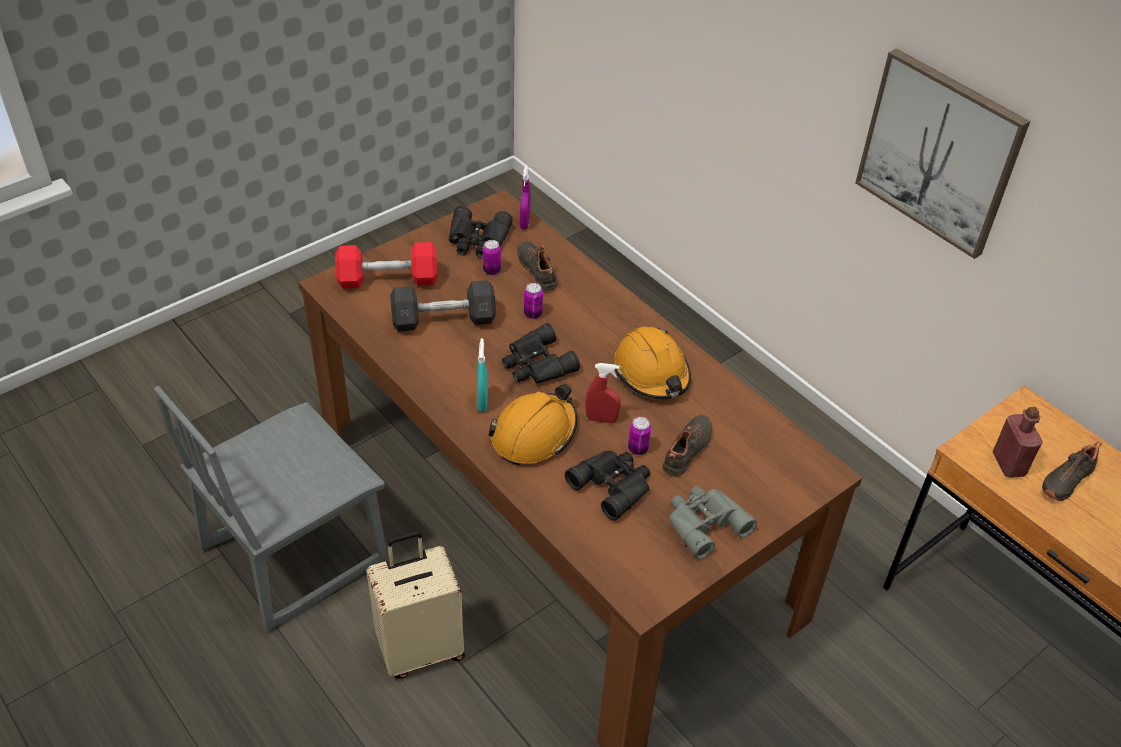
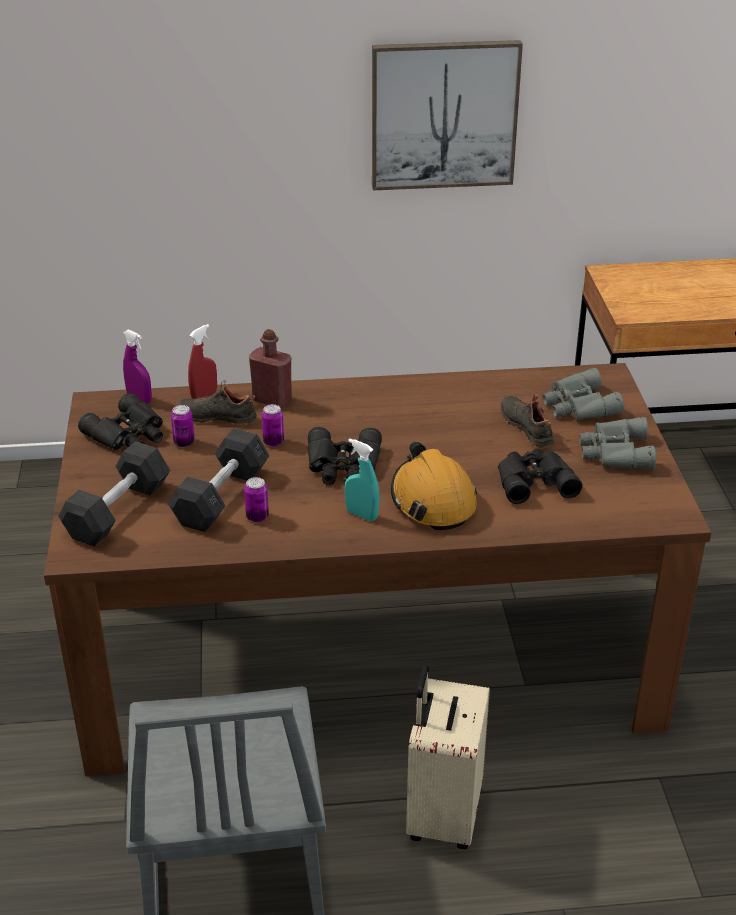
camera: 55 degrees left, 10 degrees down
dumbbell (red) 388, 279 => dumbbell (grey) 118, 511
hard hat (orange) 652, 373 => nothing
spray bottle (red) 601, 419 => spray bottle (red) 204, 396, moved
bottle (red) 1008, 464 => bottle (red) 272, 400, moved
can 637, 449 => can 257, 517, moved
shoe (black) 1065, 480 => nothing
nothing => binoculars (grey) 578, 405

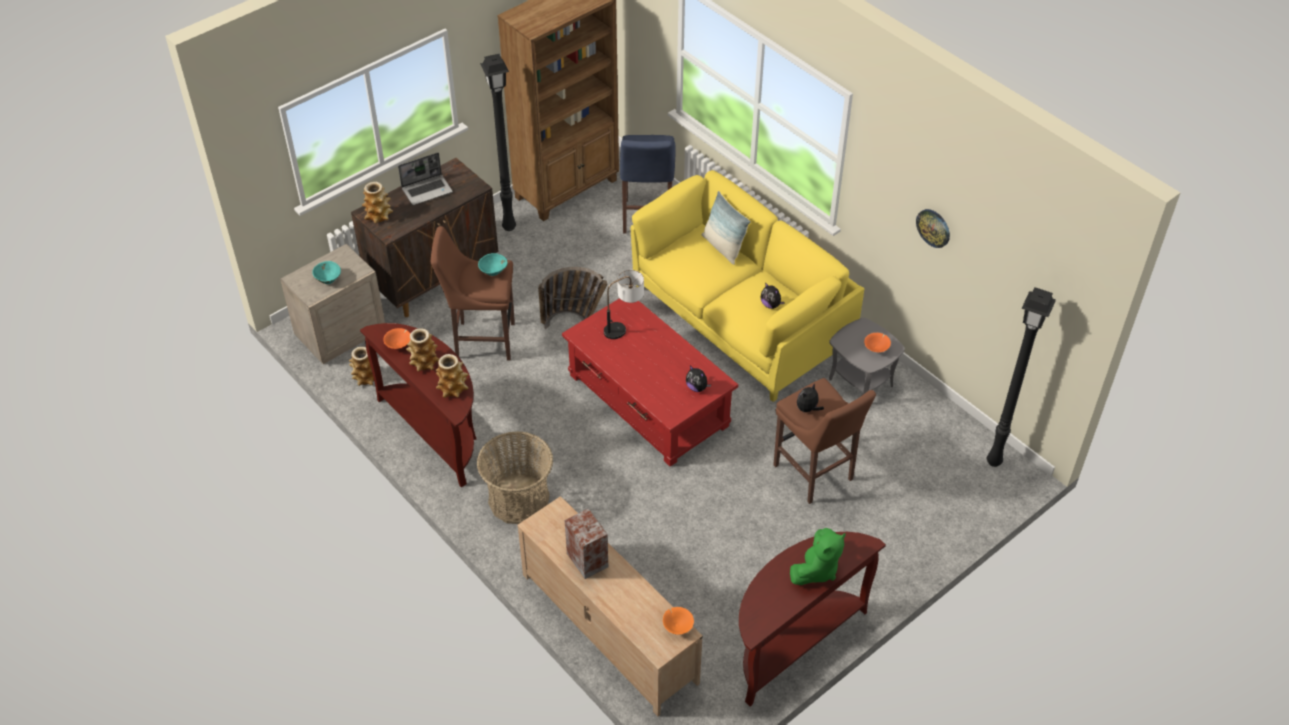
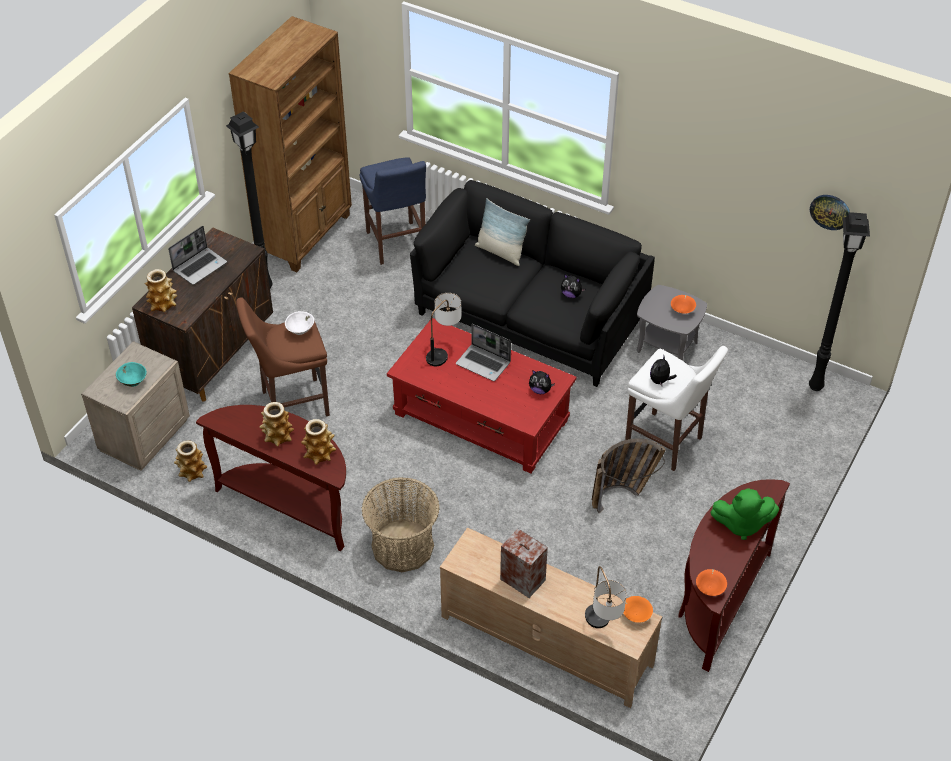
camera: 20 degrees left, 0 degrees up
sofa (yellow) 740, 318 => sofa (black) 530, 317
wall clock 933, 228 => wall clock 830, 211, moved
bowl (turquoise) 493, 272 => bowl (white) 300, 330
basket 574, 320 => basket 623, 495, moved
bowl (orange) 399, 344 => bowl (orange) 710, 588, moved
stool (brown) 815, 475 => stool (white) 666, 443
plush toy (green) 816, 570 => plush toy (green) 741, 524, 75 degrees clockwise
nothing => laptop 484, 363
nothing => table lamp 601, 627

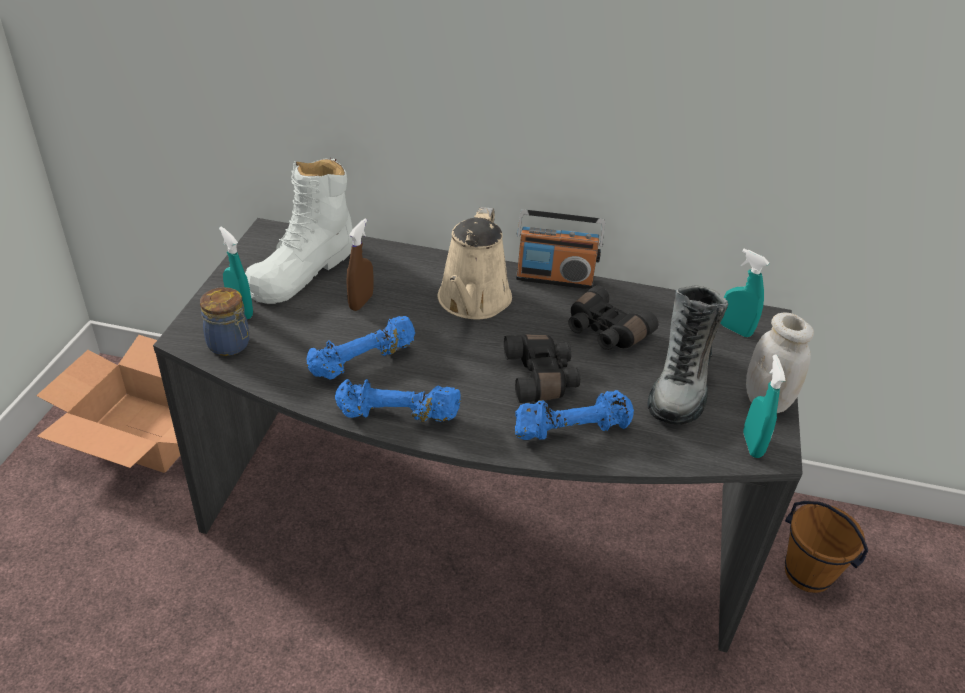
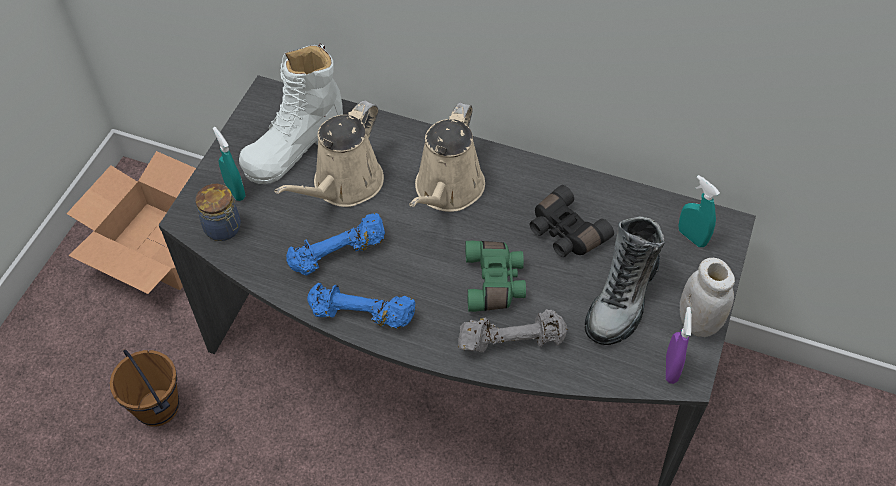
camera: 10 degrees right, 15 degrees up
radio 554, 278 => nothing
spray bottle (brown) 361, 302 => watering can (beige) 344, 185
binoculars (black) 541, 378 => binoculars (green) 495, 282
spray bottle (turquoise) 752, 445 => spray bottle (purple) 671, 368
dumbbell (blue) 571, 429 => dumbbell (grey) 510, 340
bucket (brown) 808, 573 => bucket (brown) 158, 407, moved

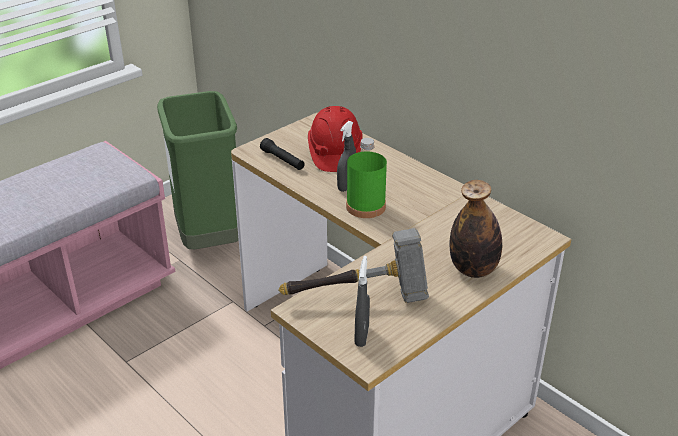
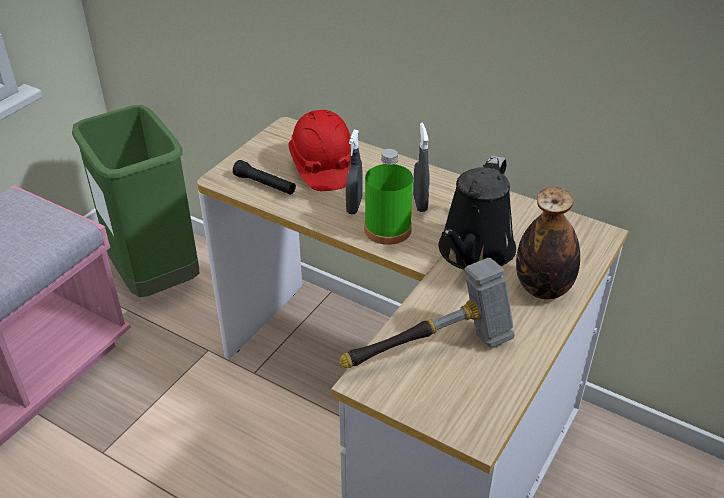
camera: 15 degrees left, 5 degrees up
spray bottle (grey) 361, 336 => spray bottle (grey) 420, 203, moved
nothing => watering can (black) 474, 253

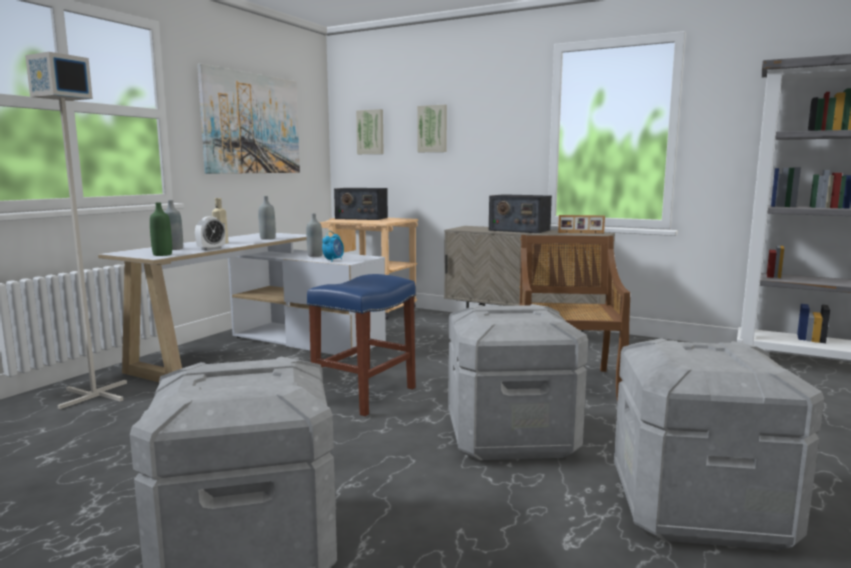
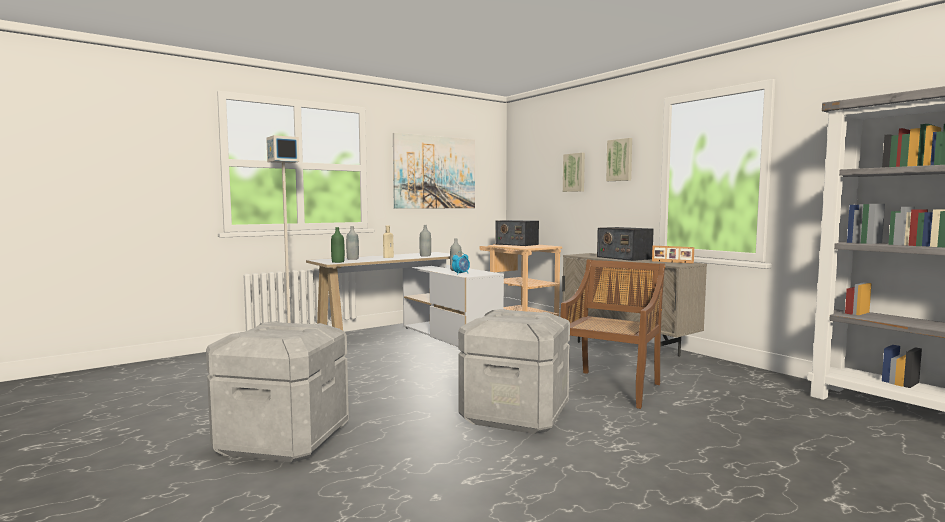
camera: 25 degrees right, 5 degrees down
picture 371, 132 => picture 620, 160, moved
alarm clock 211, 249 => nothing
stool (blue) 365, 395 => nothing
storage box (grey) 699, 508 => nothing

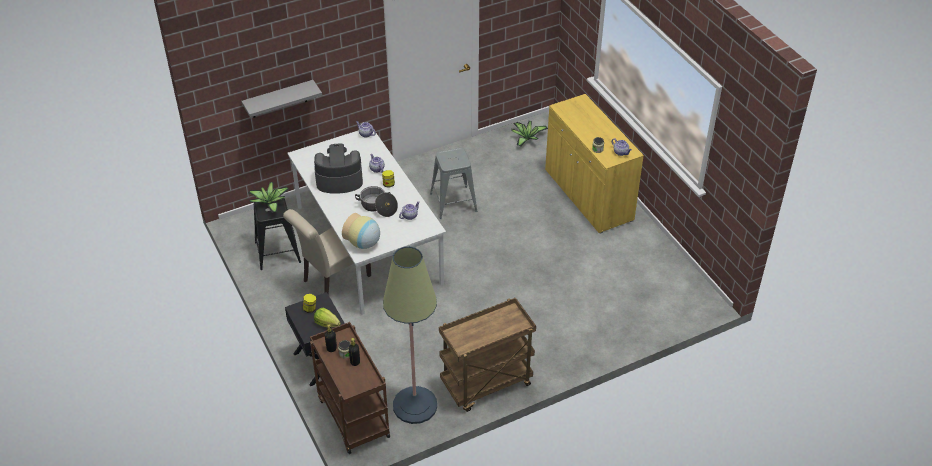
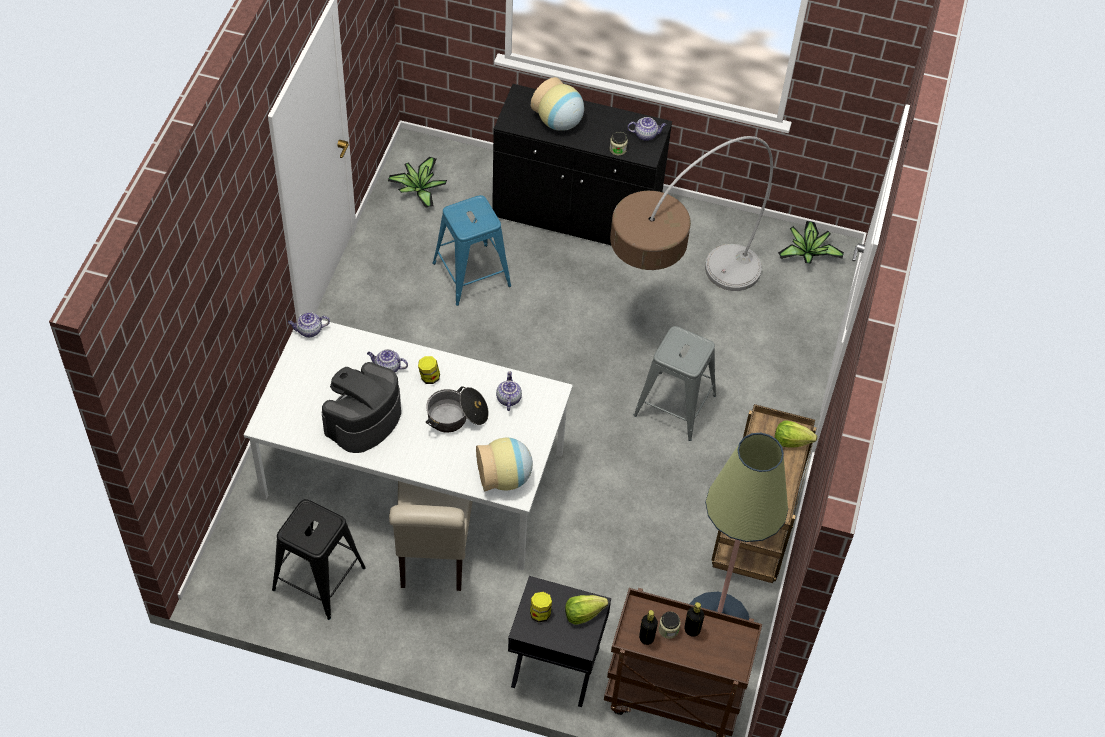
camera: 50 degrees left, 10 degrees up
shelf (grey) 279, 99 => nothing
cabinet (yellow) 588, 195 => cabinet (black) 576, 214
stool (grey) 453, 202 => stool (grey) 675, 406, moved
potted plant 270, 203 => potted plant 808, 252, moved
nothing => vase 559, 122
nothing => floor lamp 676, 308
nothing => stool (blue) 471, 274
nothing => lettuce 791, 441

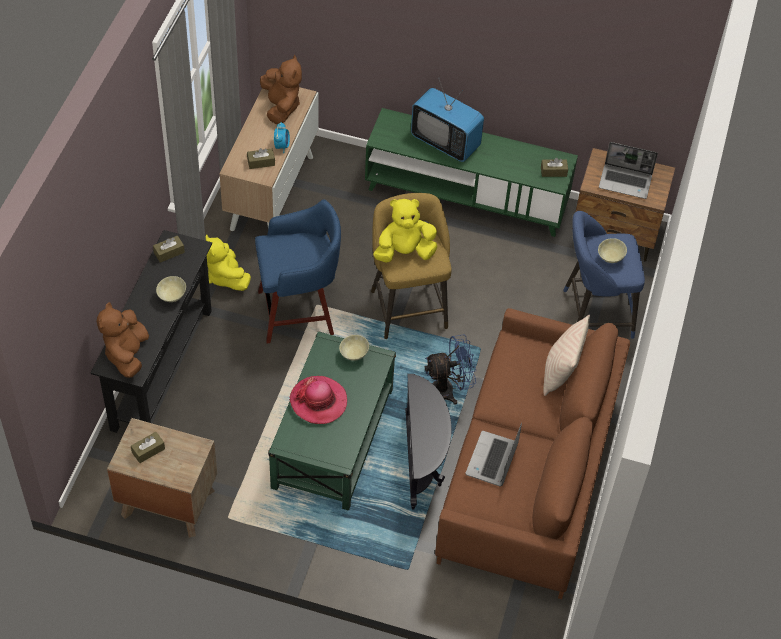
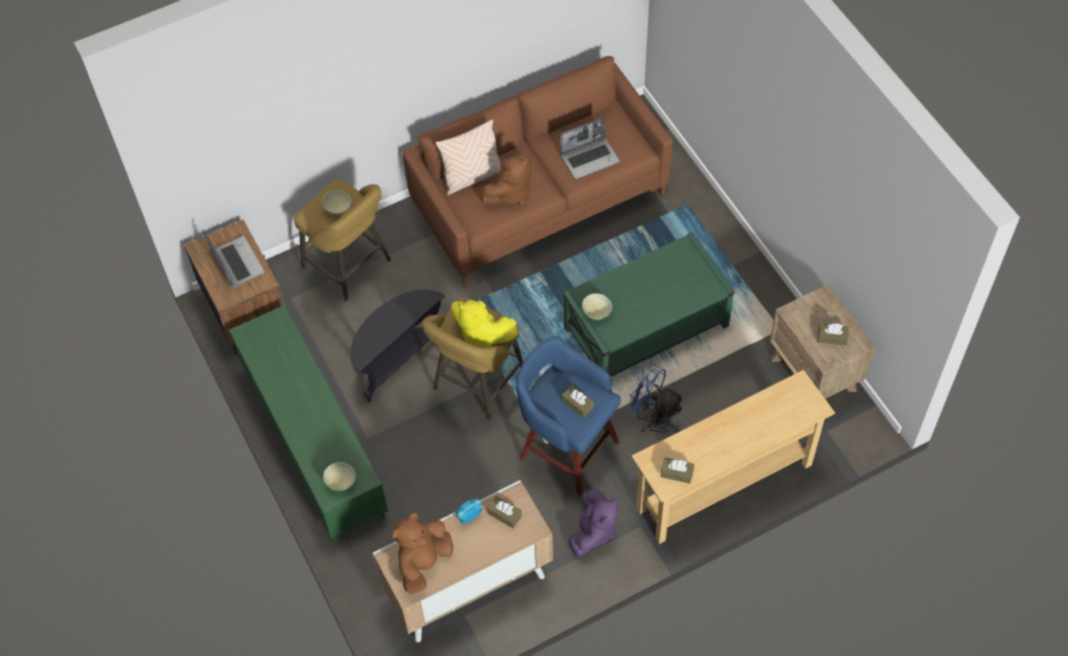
camera: 130 degrees left, 5 degrees up
television 445, 142 => nothing
tissue box (brown) 553, 171 => tissue box (brown) 577, 404, moved
stool (blue) 593, 314 => stool (yellow) 350, 267
console table (black) 161, 369 => console table (beige) 724, 487
plush toy (yellow) 225, 276 => plush toy (purple) 593, 532
bowl (beige) 171, 296 => bowl (beige) 341, 483, moved
plush toy (brown) 127, 354 => plush toy (brown) 509, 193, moved
fan (blue) 448, 390 => fan (blue) 654, 420, moved
side table (black) 423, 462 => side table (black) 397, 360, moved
hat 318, 401 => nothing

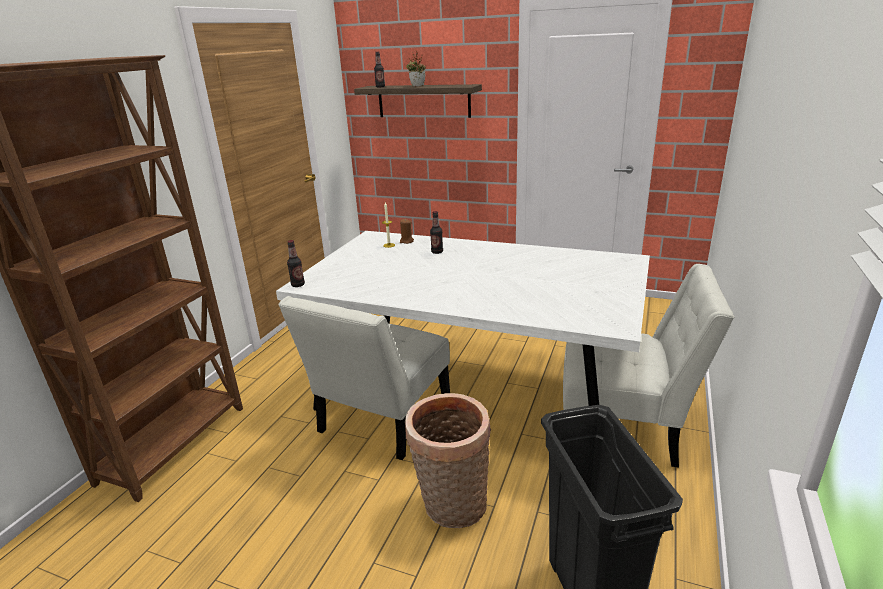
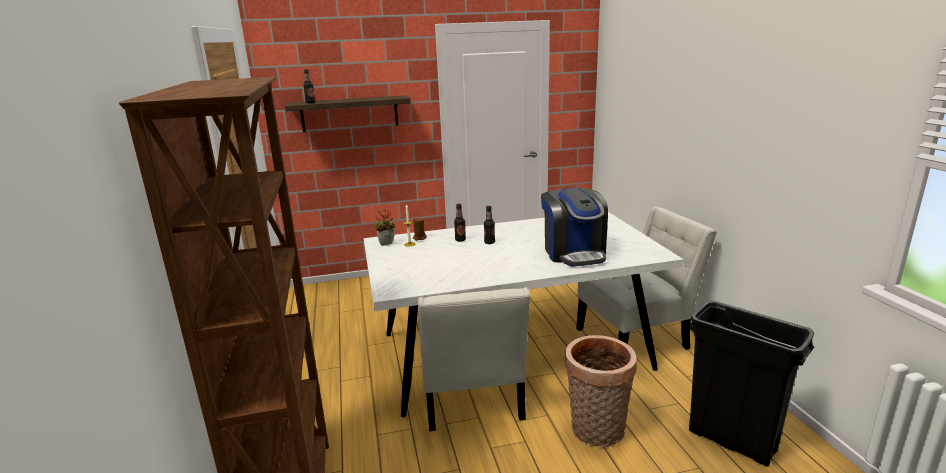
camera: 35 degrees left, 5 degrees down
potted plant 417, 86 => potted plant 386, 245, moved
bottle 298, 285 => bottle 489, 242, moved
nothing => coffee machine 574, 253

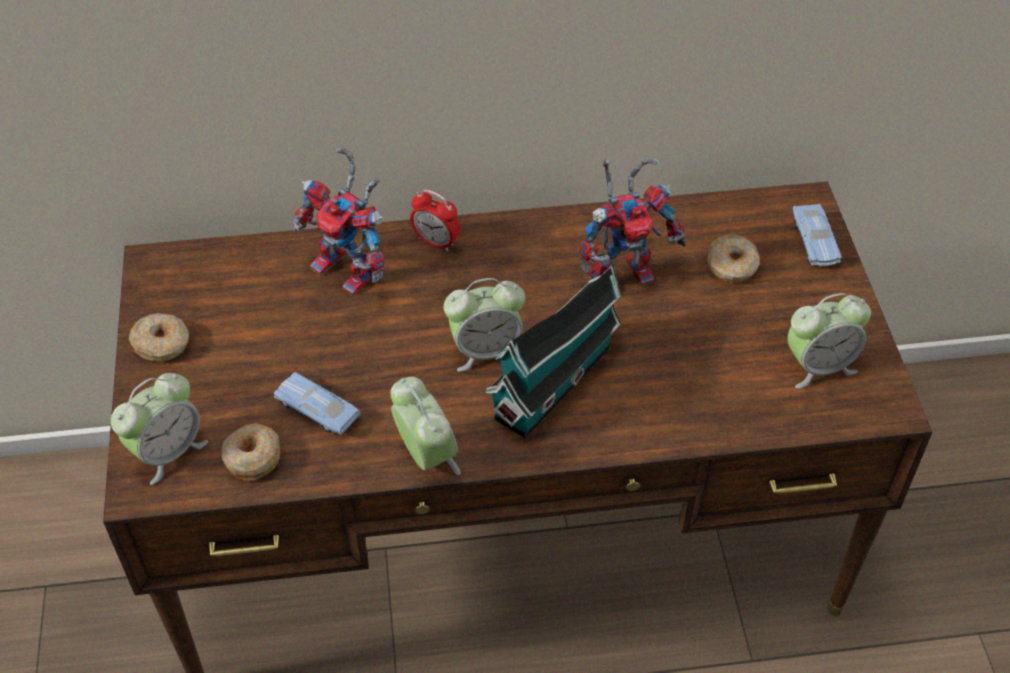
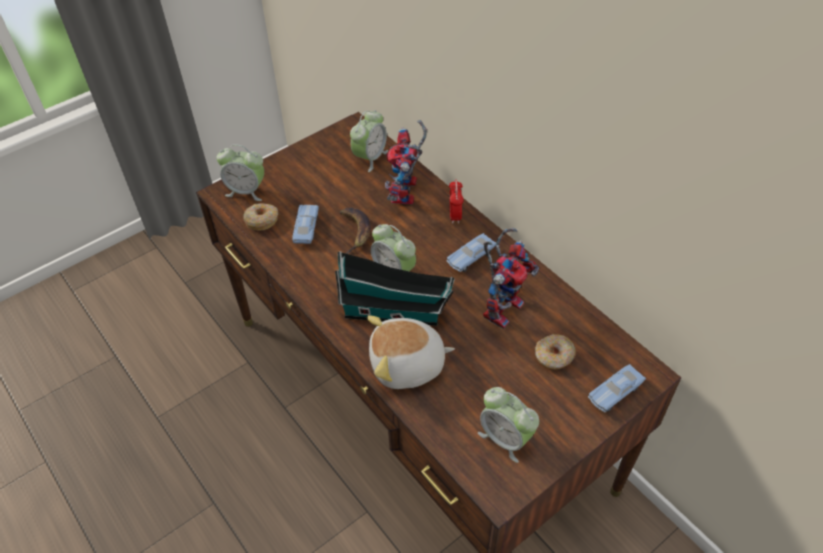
camera: 60 degrees right, 0 degrees up
toy robot 623, 272 => toy robot 502, 305, 90 degrees counterclockwise
donut 162, 344 => nothing
alarm clock 426, 456 => alarm clock 370, 158, moved
nothing => banana 355, 231
nothing => toy car (blue) 471, 257
nothing => plush toy 407, 365

